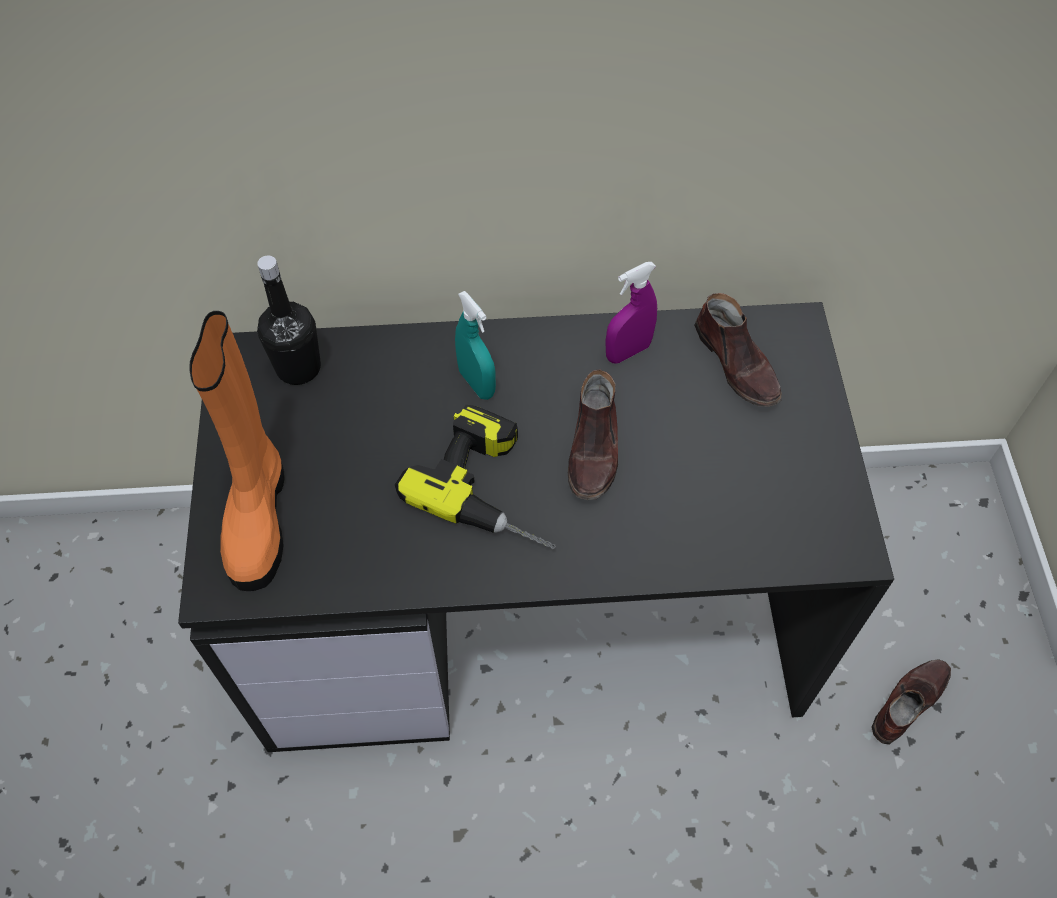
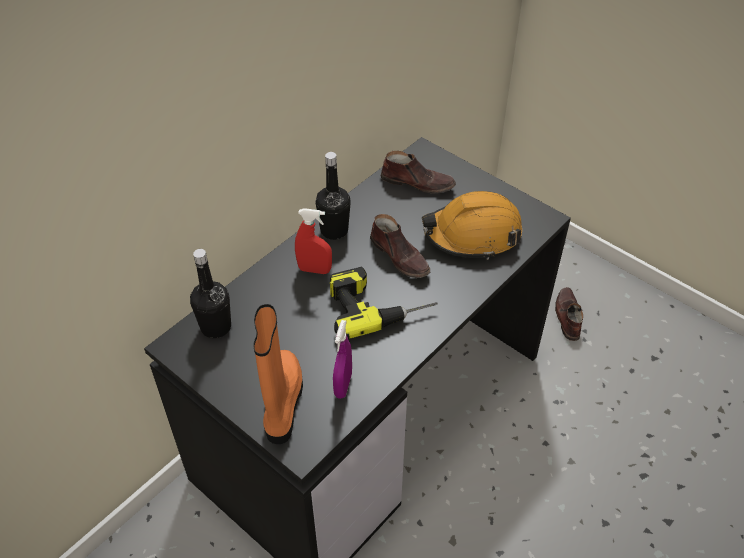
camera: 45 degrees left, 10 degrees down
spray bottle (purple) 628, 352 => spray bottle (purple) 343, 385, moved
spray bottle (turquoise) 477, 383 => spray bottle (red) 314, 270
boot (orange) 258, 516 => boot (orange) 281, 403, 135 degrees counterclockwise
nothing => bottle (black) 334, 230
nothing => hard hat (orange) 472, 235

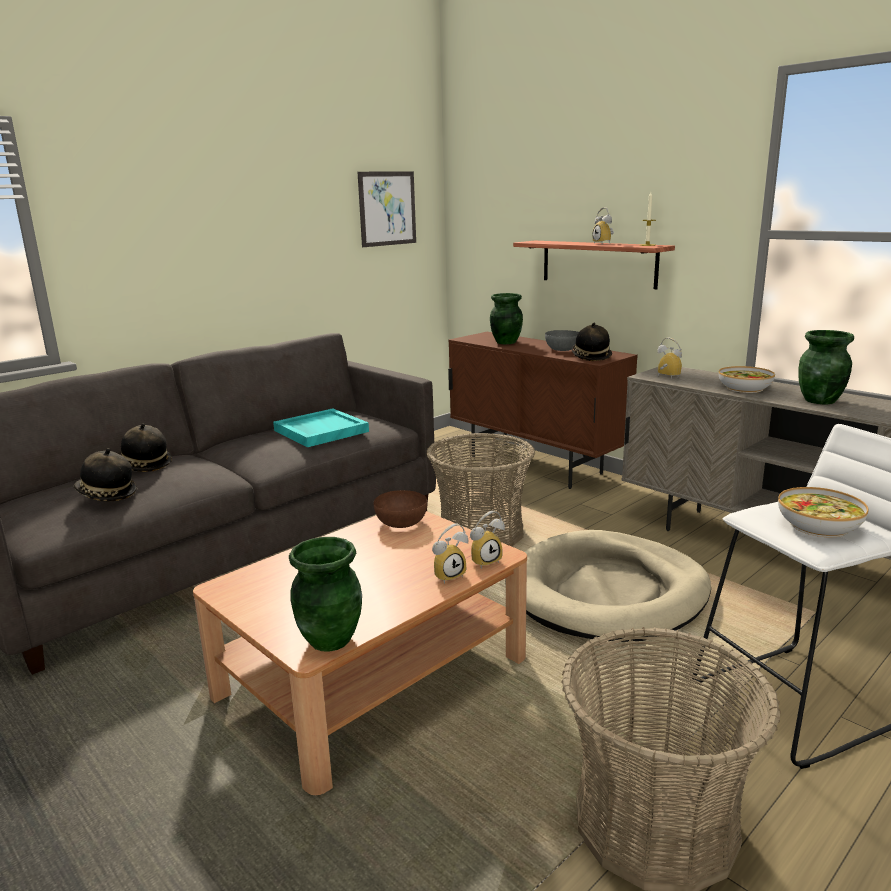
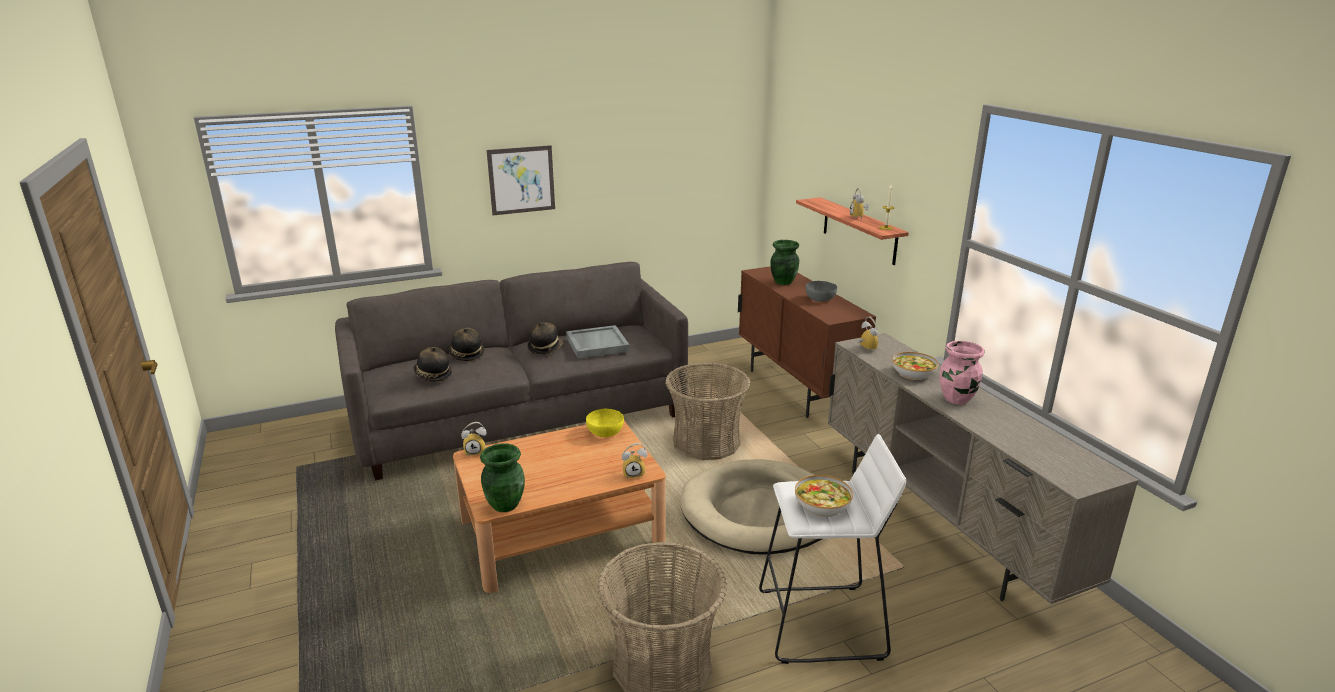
camera: 20 degrees right, 5 degrees up
picture 387, 208 => picture 521, 180, moved
hat 591, 357 => hat 545, 348, moved
vase (green) 820, 400 => vase (pink) 957, 399
tray (turquoise) 320, 431 => tray (grey) 596, 344
bowl (brown) 400, 522 => bowl (yellow) 604, 432
alarm clock 448, 575 => alarm clock 476, 452, moved

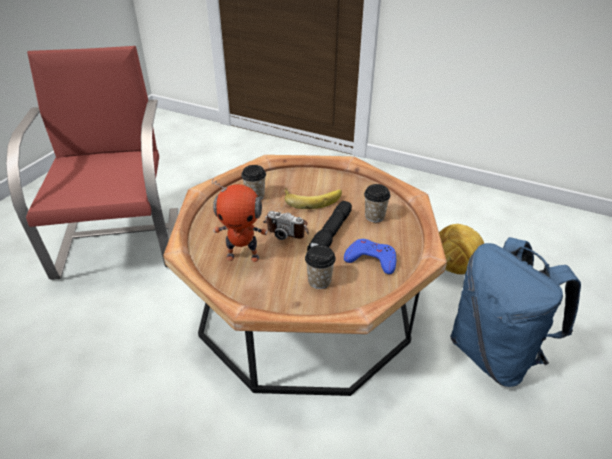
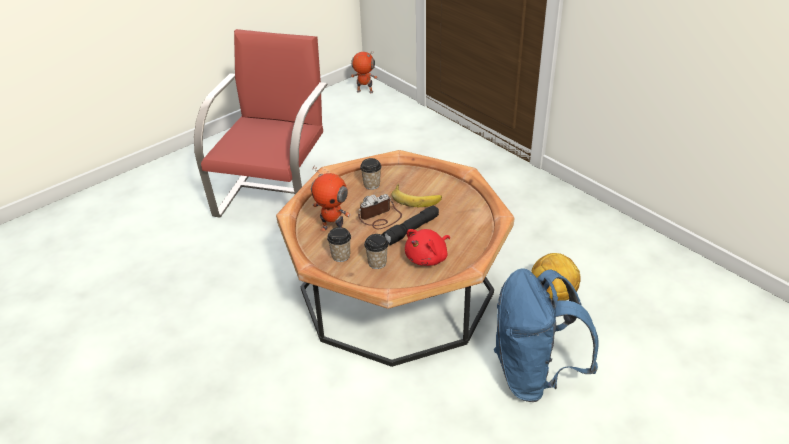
camera: 25 degrees right, 0 degrees up
cup 374, 216 => cup 340, 256, moved
photo camera 287, 228 => photo camera 380, 218, 105 degrees clockwise
game controller (blue) 371, 259 => plush toy (red) 428, 258
nothing => toy robot 364, 92

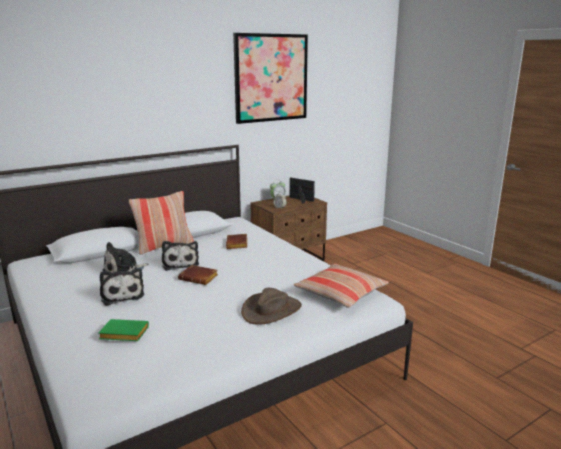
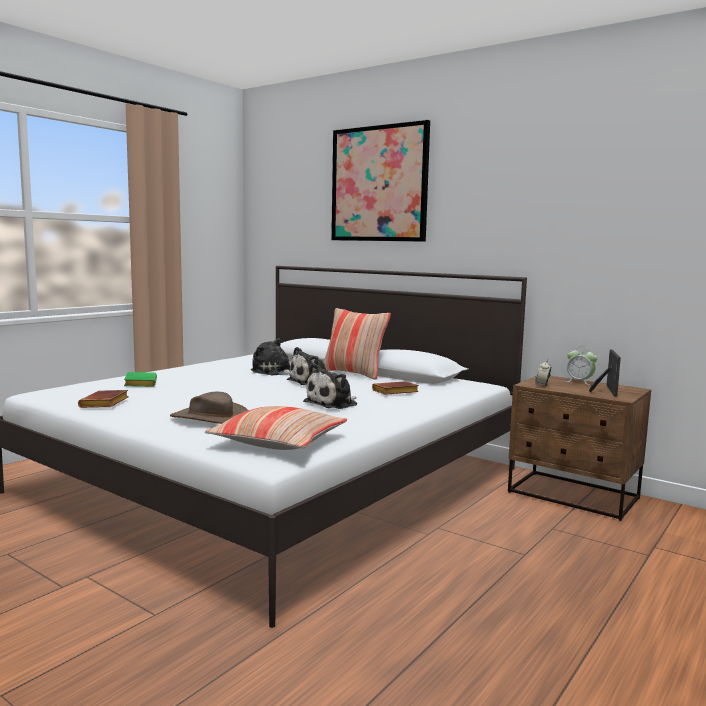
camera: 70 degrees right, 10 degrees down
picture 271, 78 => picture 379, 184, moved
book (brown) 199, 278 => book (brown) 105, 404, moved
plush toy 122, 295 => plush toy 333, 403, moved

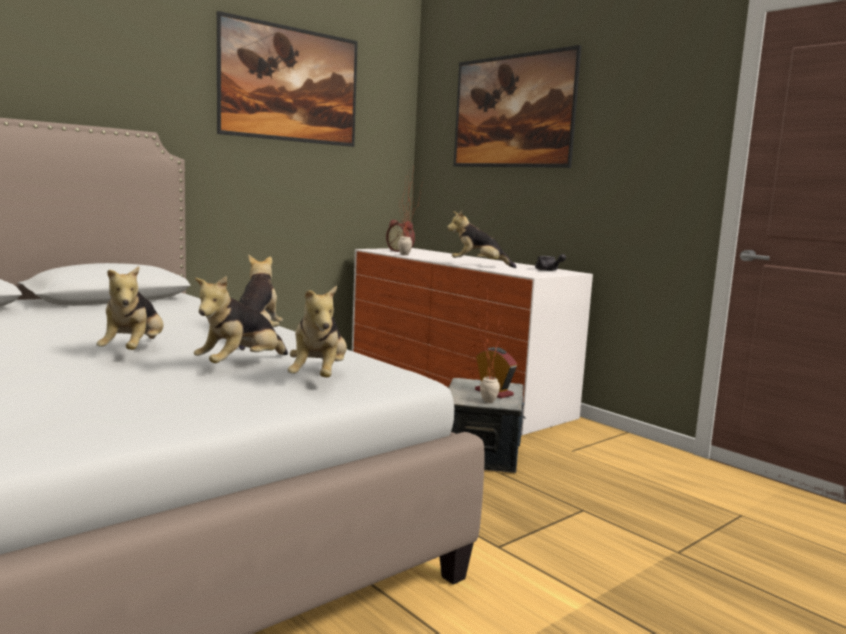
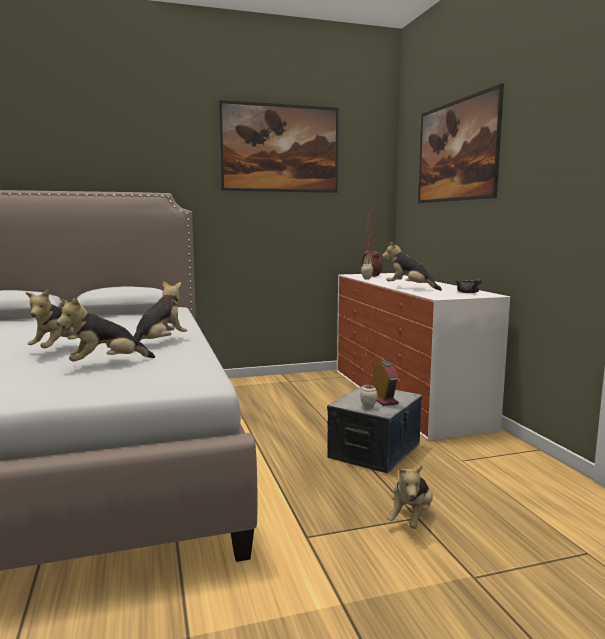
camera: 25 degrees right, 0 degrees up
plush toy 319, 377 => plush toy 411, 518, moved

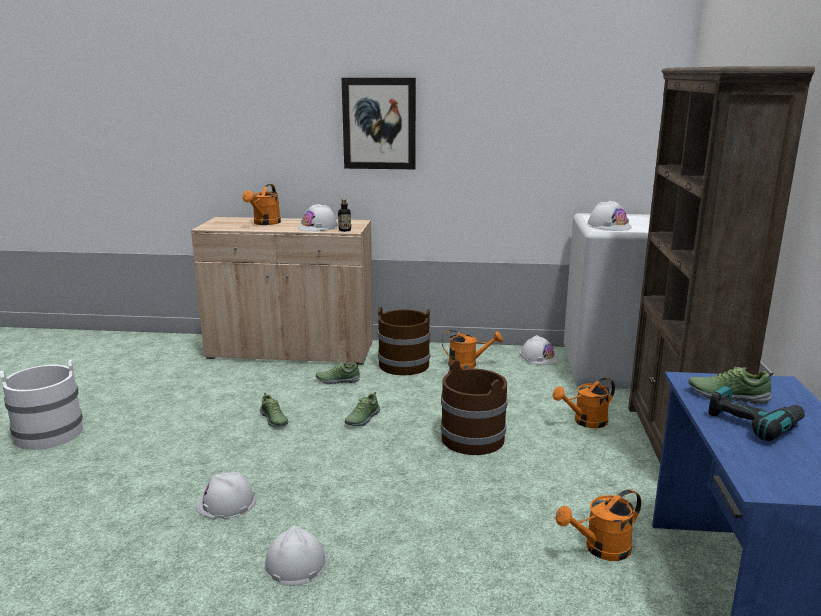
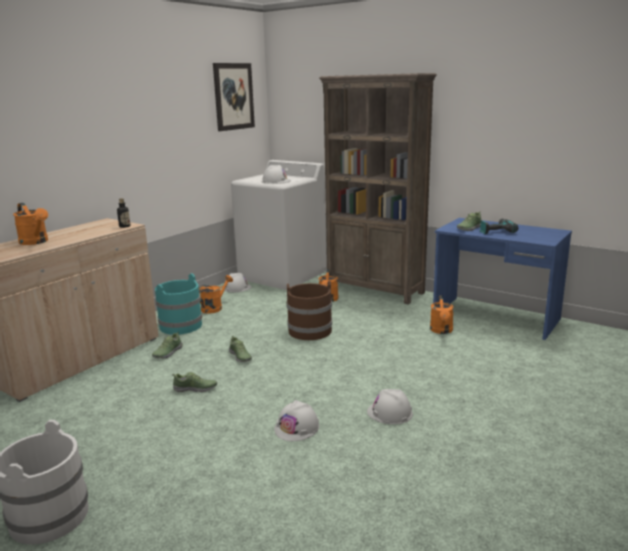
camera: 60 degrees left, 0 degrees up
picture 379, 124 => picture 233, 96, moved
hard hat (white) 318, 227 => nothing
bucket (brown) 404, 365 => bucket (turquoise) 181, 325

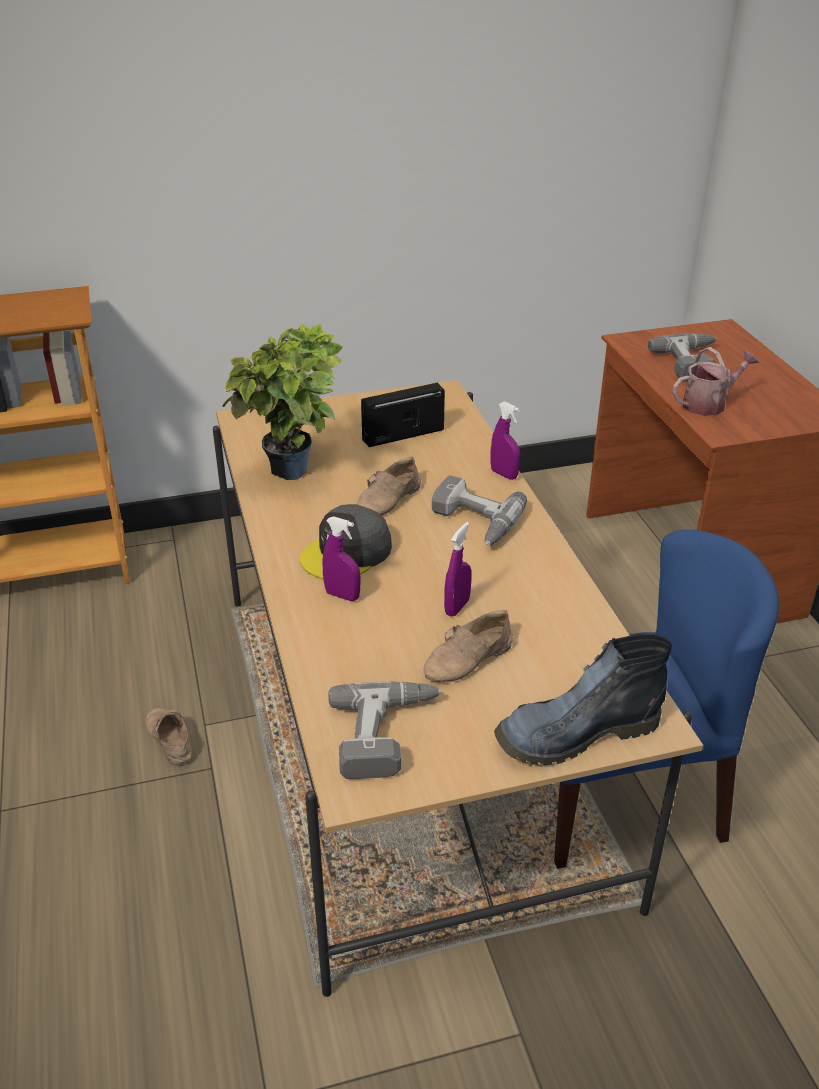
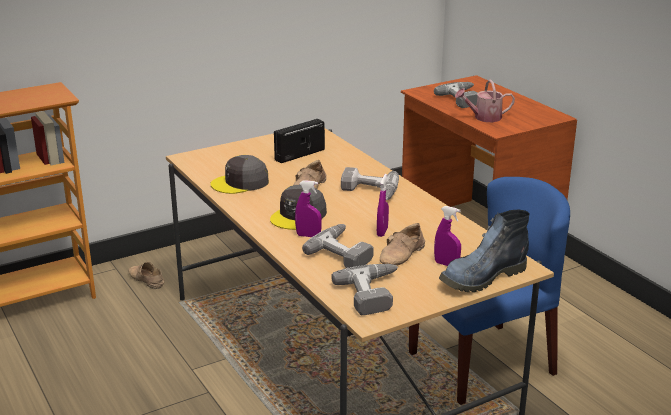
camera: 15 degrees left, 10 degrees down
potted plant 293, 476 => cap (grey) 240, 183
watering can 709, 404 => watering can 484, 118, 150 degrees counterclockwise
spray bottle (purple) 504, 474 => spray bottle (purple) 446, 264, moved
shoe (beige) 168, 739 => shoe (beige) 145, 280, moved
nothing => power drill 345, 252

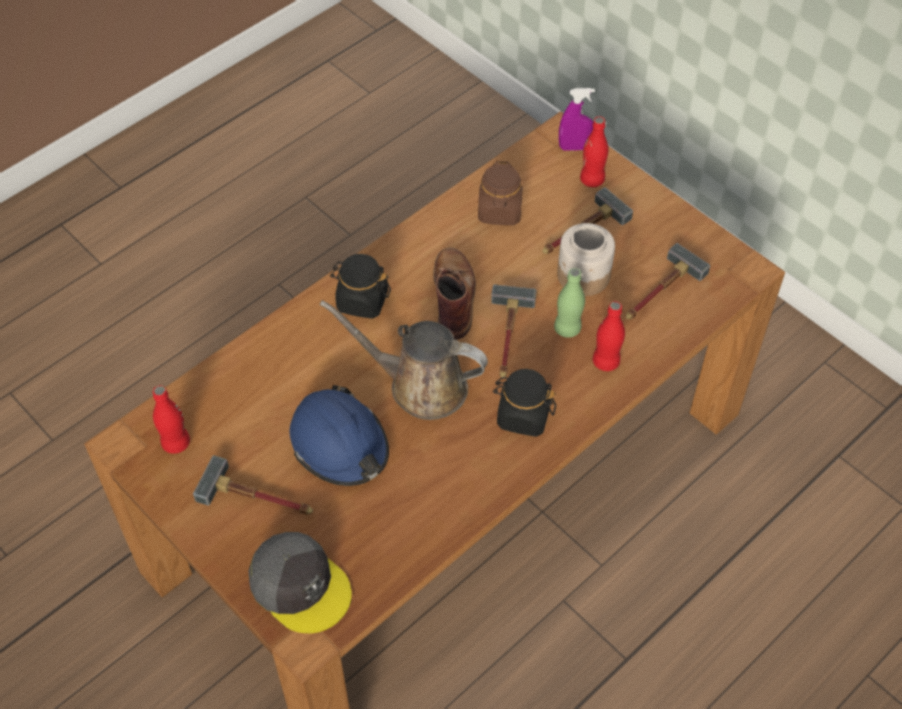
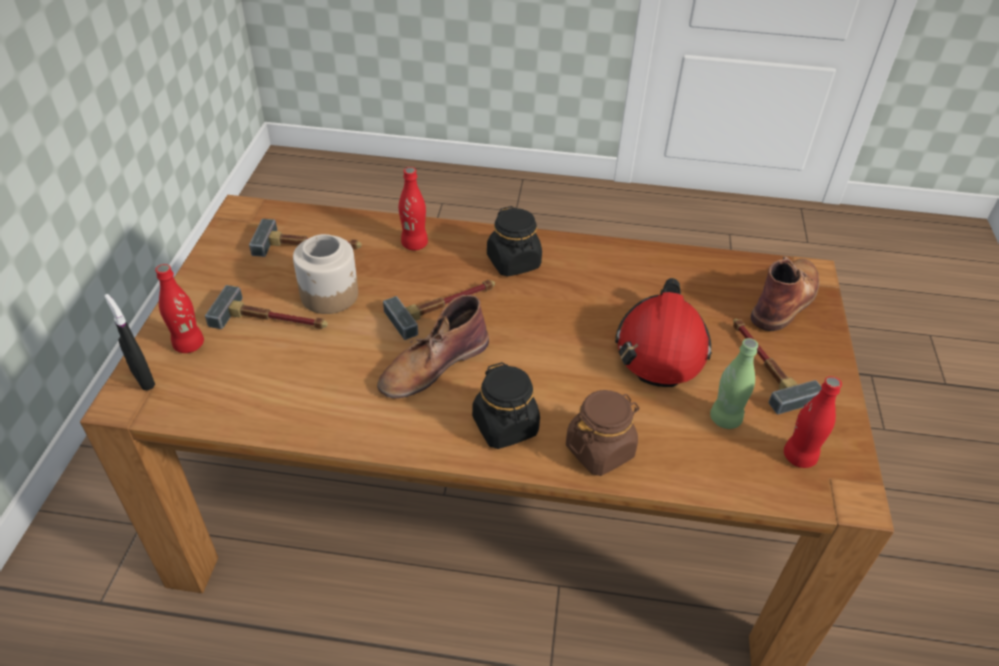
camera: 130 degrees left, 10 degrees down
spray bottle (purple) 574, 147 => spray bottle (black) 143, 379
jar (brown) 499, 211 => jar (brown) 600, 450, moved
bottle (green) 567, 328 => bottle (green) 725, 418, moved
watering can (brown) 420, 386 => nothing
hard hat (blue) 340, 445 => hard hat (red) 661, 347
cap (grey) 300, 585 => boot (brown) 785, 298

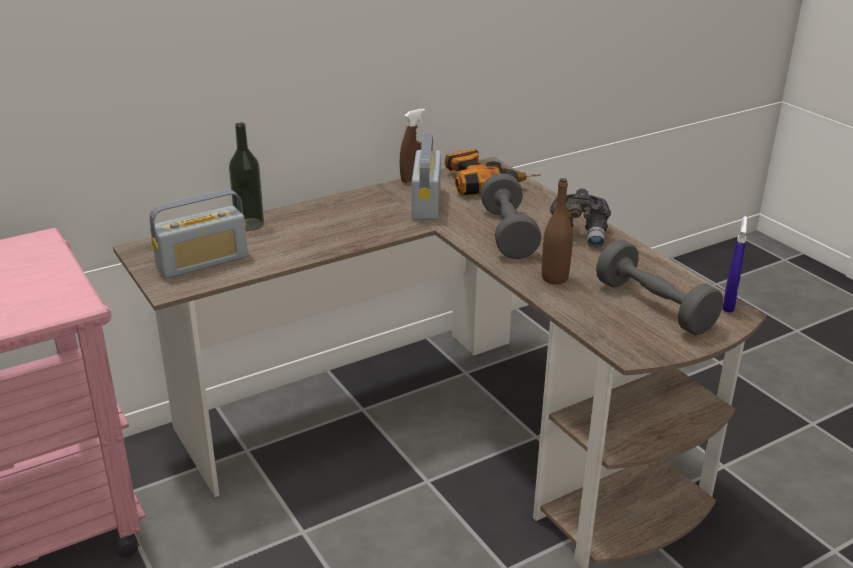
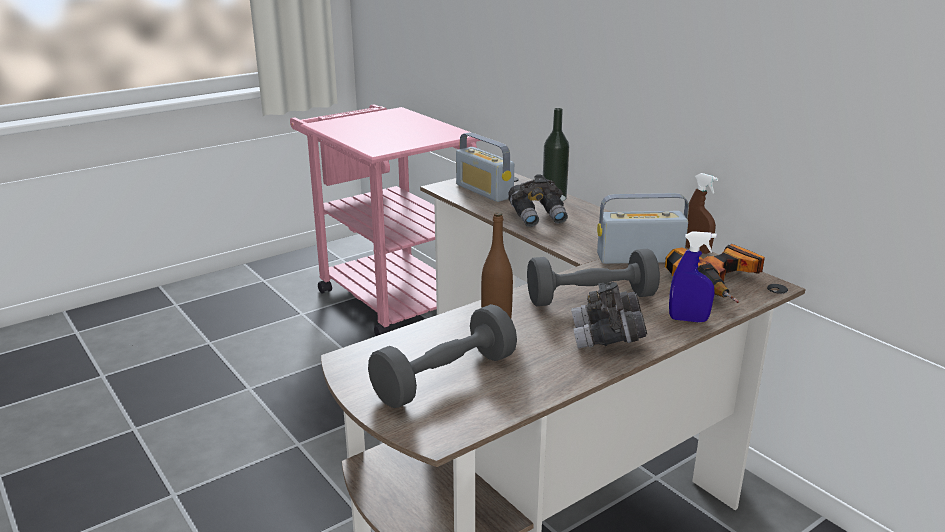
camera: 85 degrees right, 5 degrees down
spray bottle (blue) 728, 304 => spray bottle (blue) 688, 319, moved
nothing => binoculars (grey) 538, 217

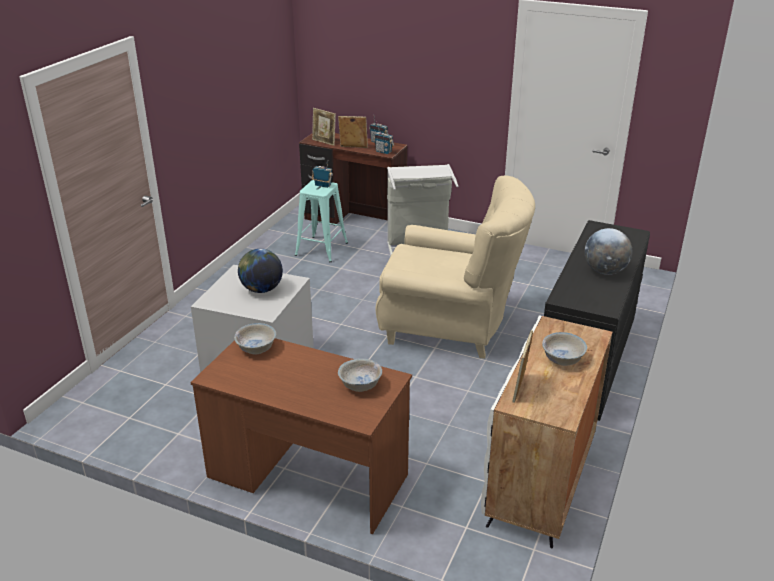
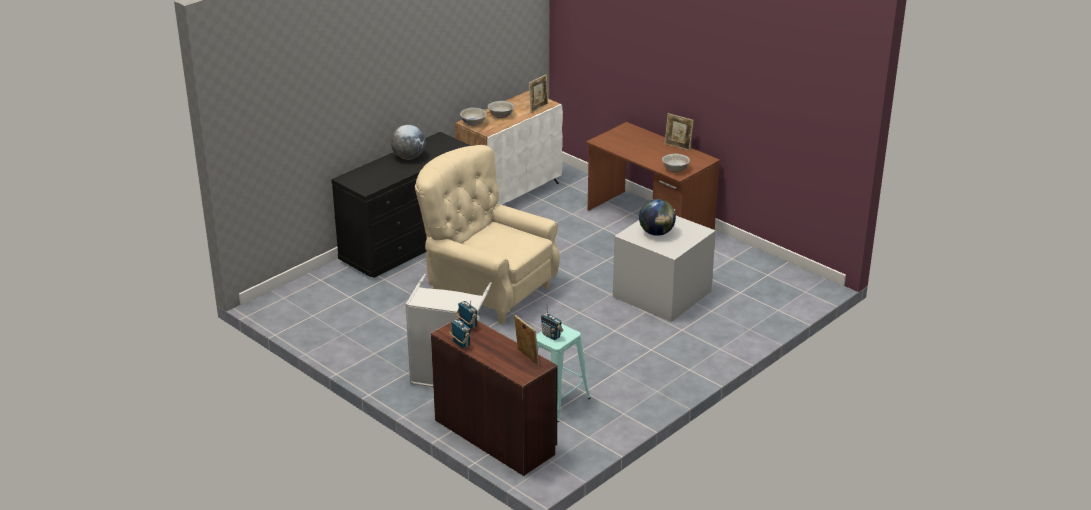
camera: 160 degrees left, 0 degrees up
picture frame 353, 147 => picture frame 678, 147, moved
bowl (white) 360, 385 => bowl (white) 473, 123, moved

